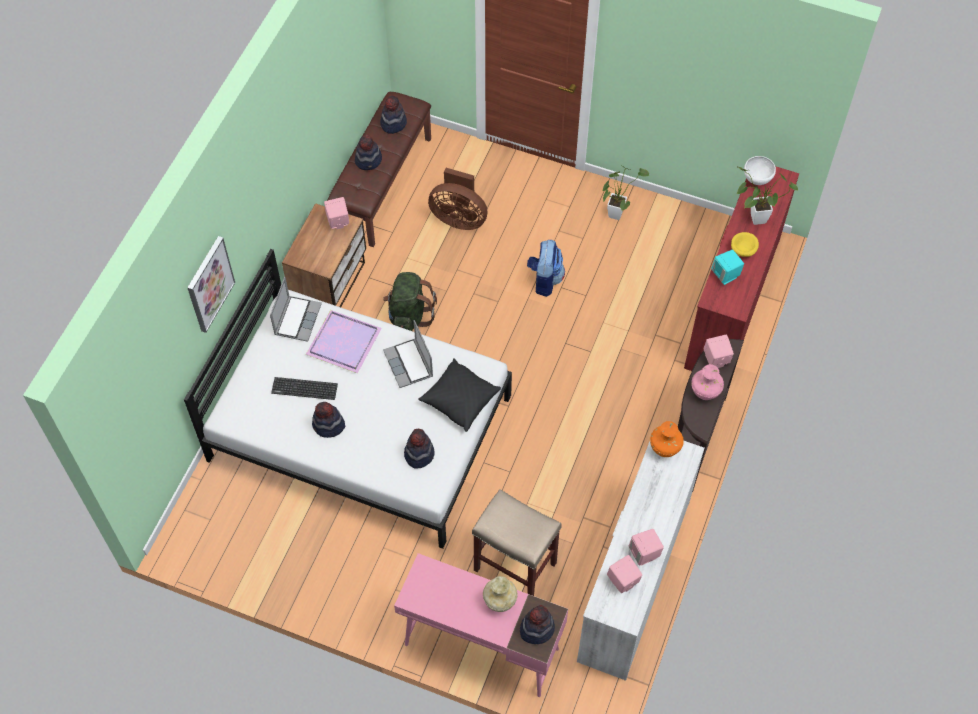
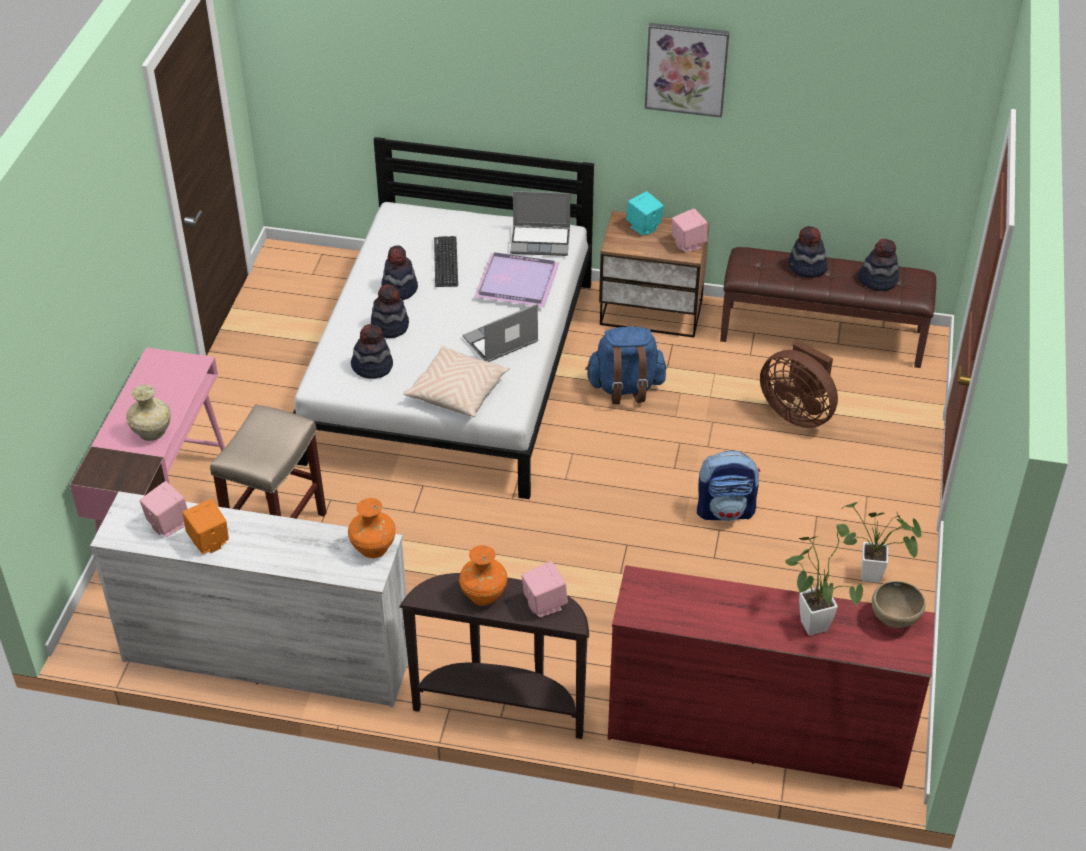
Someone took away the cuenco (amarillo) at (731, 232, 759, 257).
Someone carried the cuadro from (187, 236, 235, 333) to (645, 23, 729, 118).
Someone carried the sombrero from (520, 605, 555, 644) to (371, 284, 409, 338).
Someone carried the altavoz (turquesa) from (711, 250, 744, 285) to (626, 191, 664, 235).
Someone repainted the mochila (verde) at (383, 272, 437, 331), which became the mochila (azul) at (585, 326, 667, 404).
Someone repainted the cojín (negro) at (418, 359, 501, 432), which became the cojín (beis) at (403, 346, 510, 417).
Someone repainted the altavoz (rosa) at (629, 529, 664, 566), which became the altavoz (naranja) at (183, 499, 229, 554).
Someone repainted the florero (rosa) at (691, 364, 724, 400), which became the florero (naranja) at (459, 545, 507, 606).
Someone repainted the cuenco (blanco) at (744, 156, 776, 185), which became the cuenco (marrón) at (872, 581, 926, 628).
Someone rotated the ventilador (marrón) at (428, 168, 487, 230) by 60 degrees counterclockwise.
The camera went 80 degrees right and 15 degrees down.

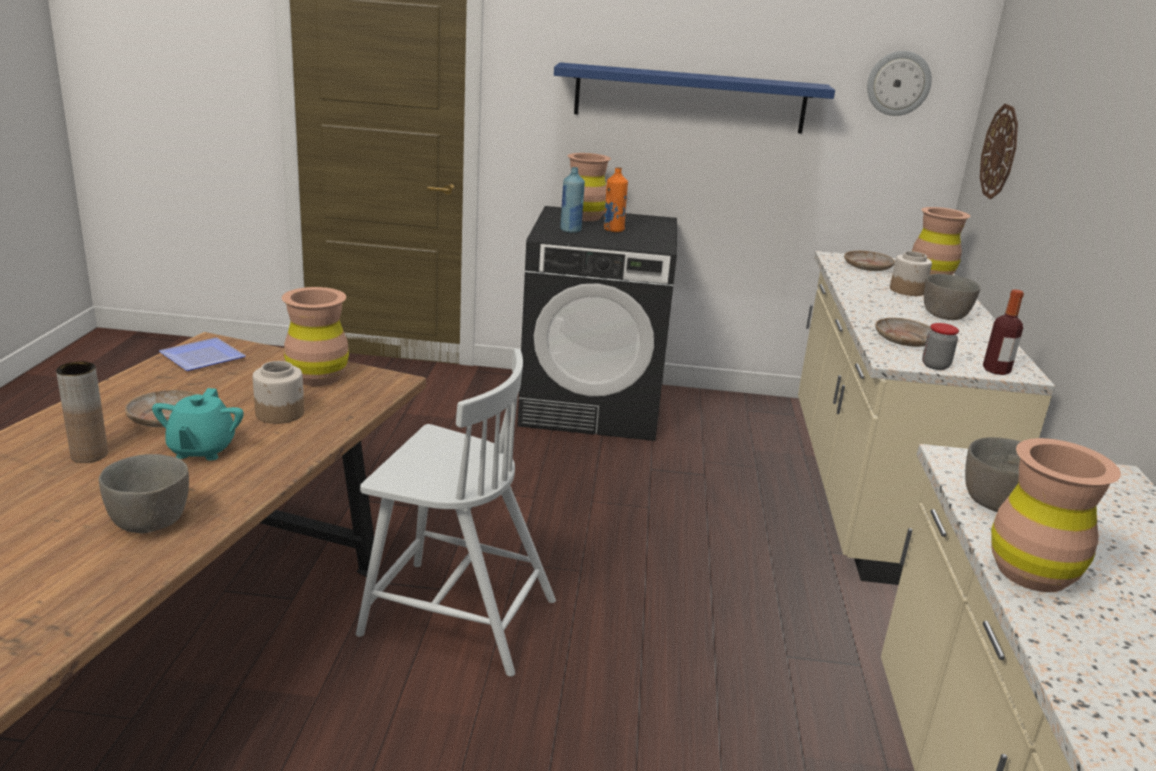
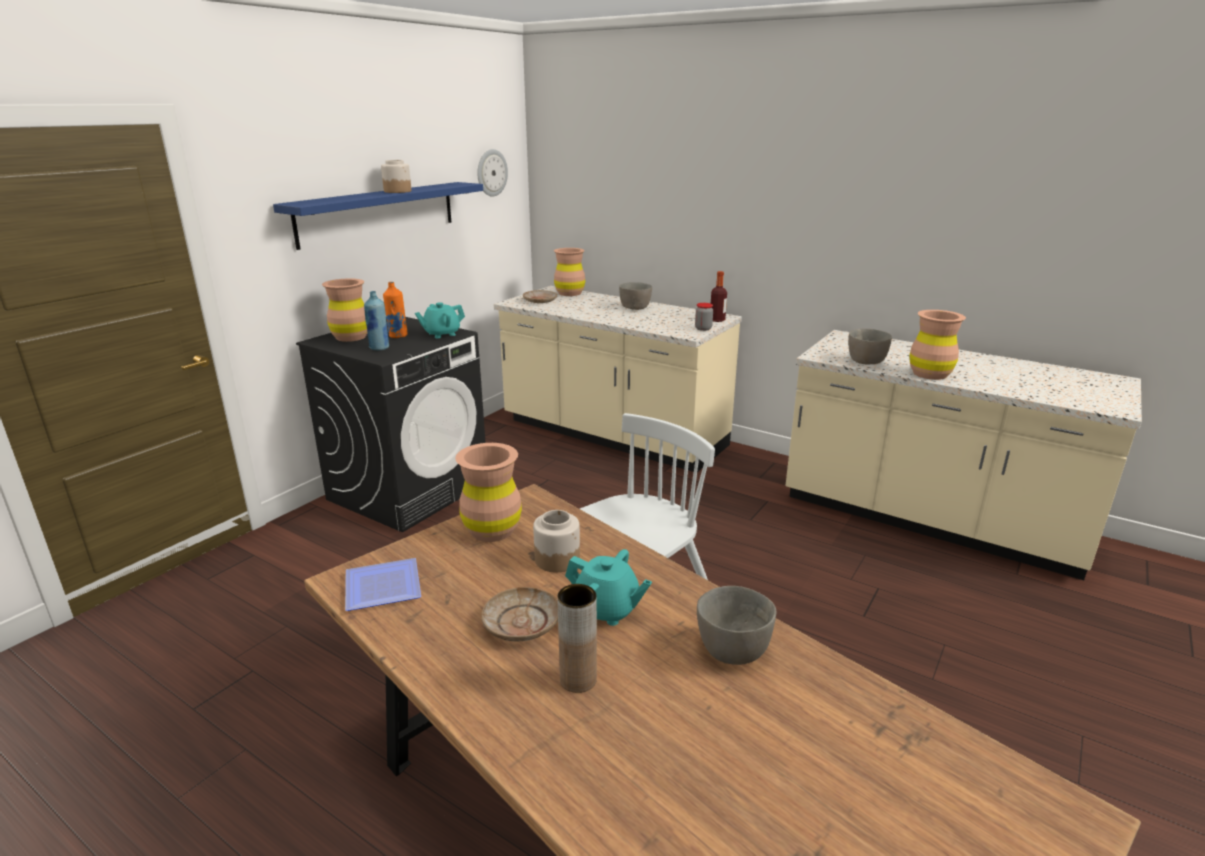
Someone took away the plato (beis) at (875, 318, 932, 347).
Someone took away the reloj de pared at (980, 104, 1018, 199).
Someone put down the tetera (turquesa) at (415, 302, 465, 338).
Someone carried the tarro from (890, 251, 932, 296) to (381, 160, 411, 193).
The camera went 60 degrees left and 0 degrees up.

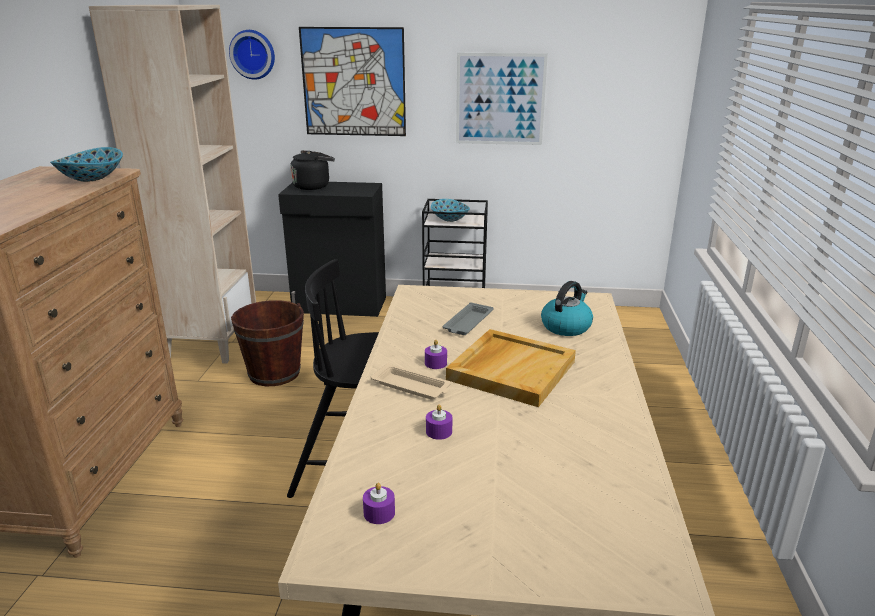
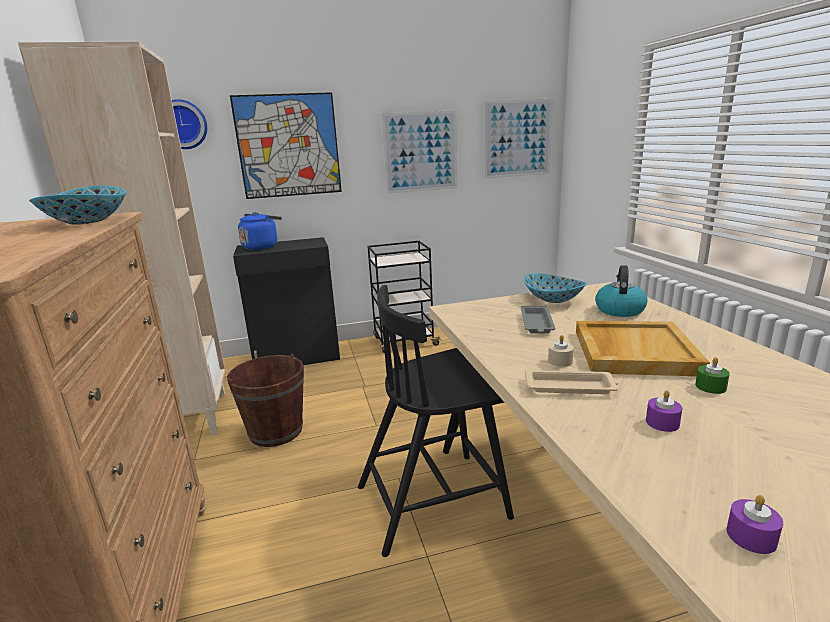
Someone put up the cuadro at (484, 99, 553, 179).
Someone put down the vela (verde) at (695, 357, 730, 394).
Someone carried the cuenco from (431, 199, 470, 222) to (523, 273, 587, 303).
Someone repainted the hervidor (negro) at (290, 150, 335, 190), which became the hervidor (azul) at (238, 212, 282, 250).
Someone repainted the vela (morado) at (425, 340, 447, 369), which became the vela (beis) at (548, 335, 574, 367).
The camera went 20 degrees left and 5 degrees down.

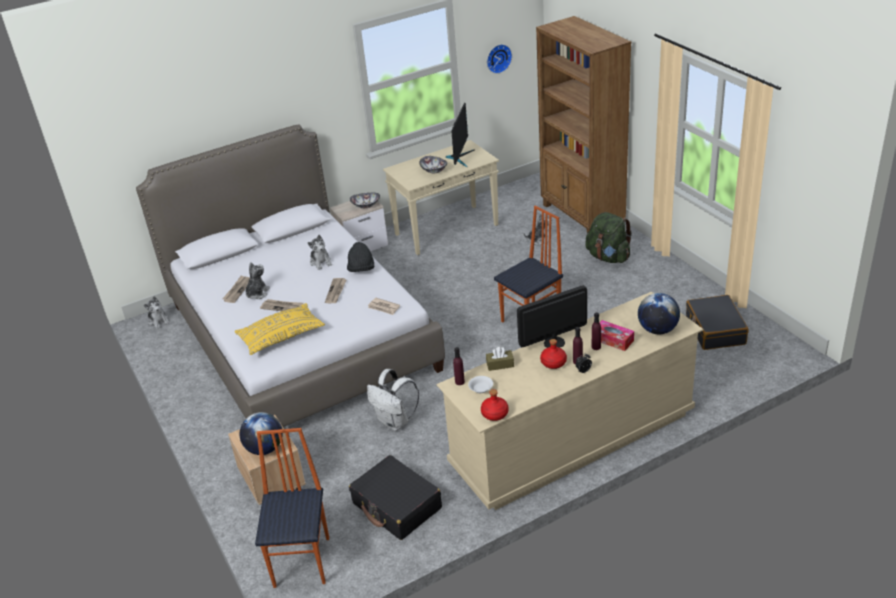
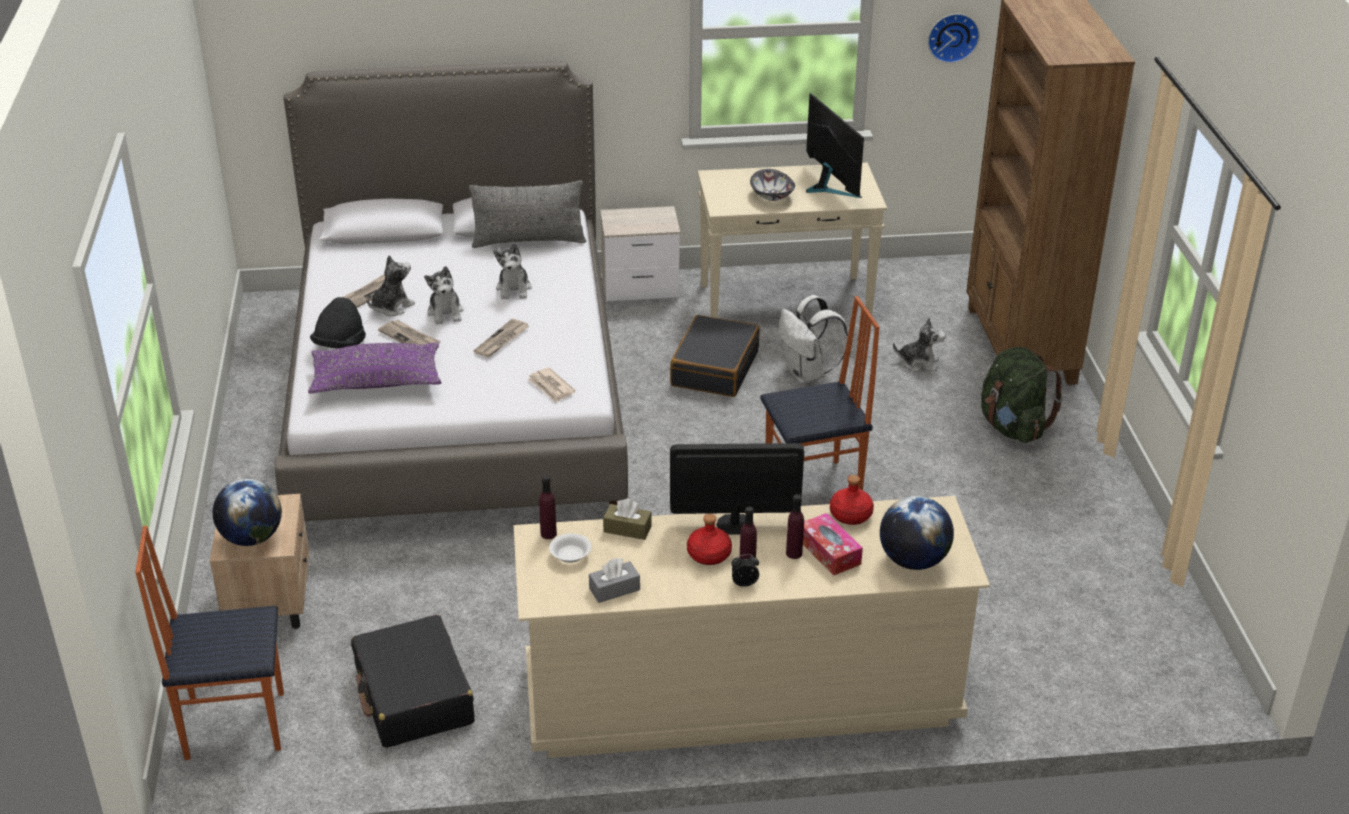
Someone took away the cuenco at (350, 193, 380, 208).
Someone put down the cojín (gris) at (469, 181, 586, 248).
Someone put down the caja de pañuelos (gris) at (589, 558, 640, 603).
Someone carried the peluche from (144, 296, 170, 329) to (424, 266, 463, 325).
Someone carried the sombrero (negro) from (347, 242, 374, 272) to (310, 297, 366, 349).
Someone carried the mochila (blanco) from (367, 369, 419, 431) to (779, 295, 848, 383).
Someone carried the botella (rojo) from (481, 389, 509, 421) to (830, 475, 874, 525).
Someone carried the maleta (negro) from (686, 295, 748, 350) to (670, 315, 760, 397).
Someone repainted the cojín (amarillo) at (235, 303, 325, 355), which became the cojín (morado) at (308, 342, 442, 394).
Someone rotated the silla at (255, 428, 329, 588) by 120 degrees counterclockwise.
Someone rotated the monitor at (446, 103, 475, 167) by 60 degrees counterclockwise.
The camera went 20 degrees right and 0 degrees up.

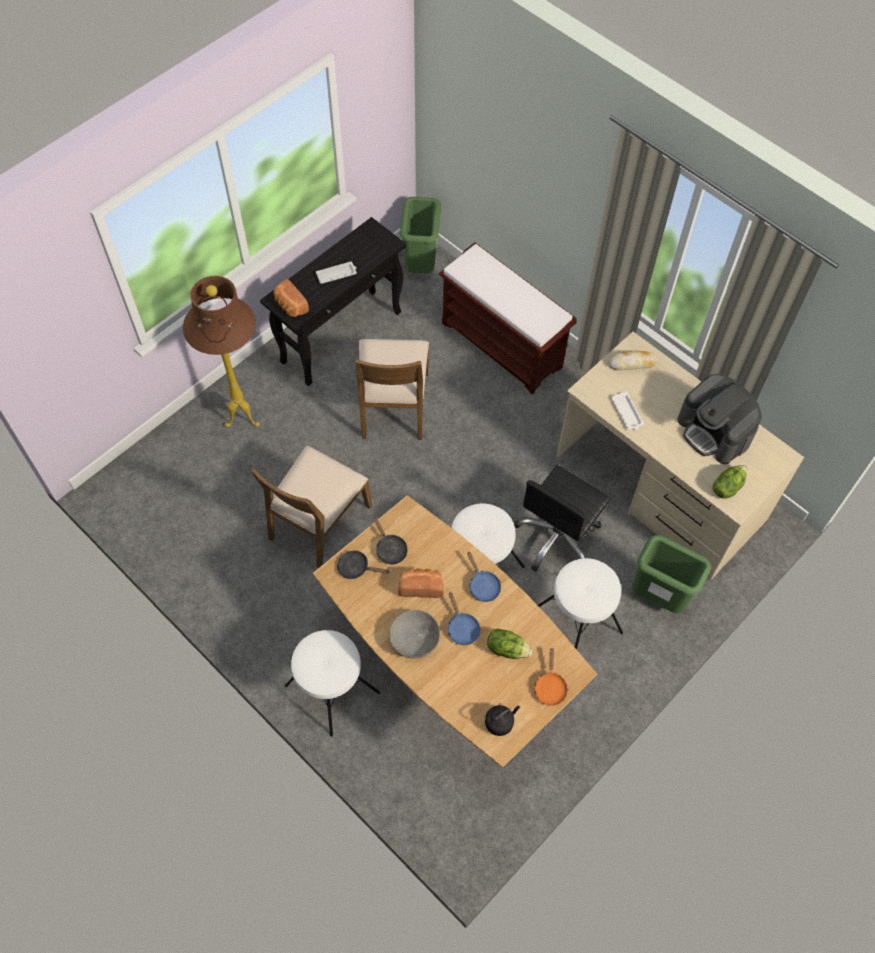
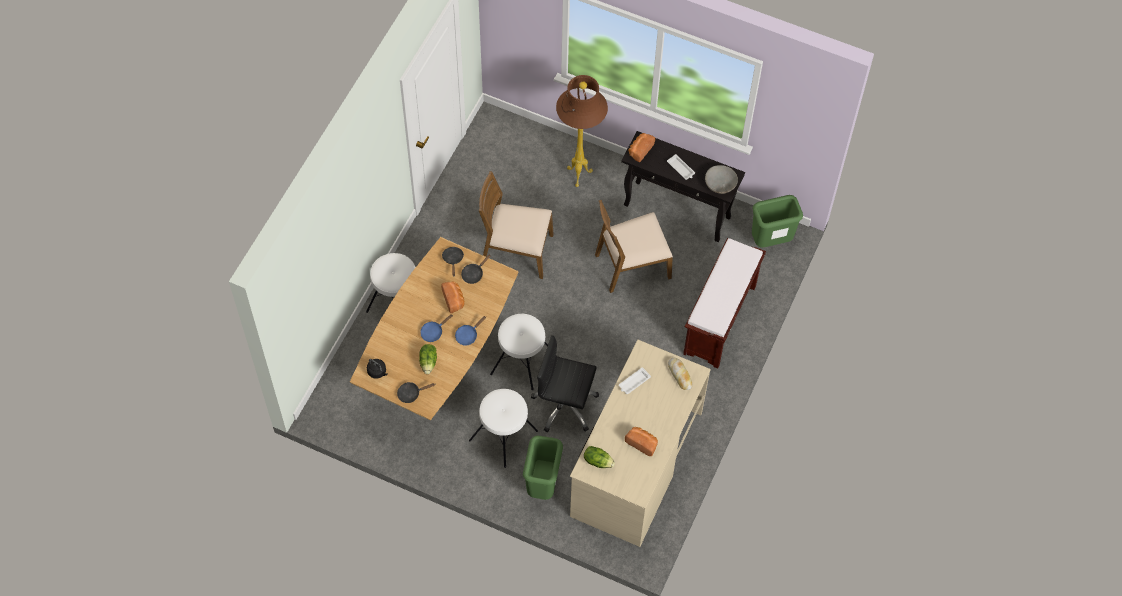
Someone carried the cuenco (gris) from (389, 610, 440, 658) to (705, 165, 738, 194).
Someone swapped the cafetera at (677, 374, 762, 464) for the pan at (625, 427, 658, 456).
Someone repainted the sartén (naranja) at (534, 647, 568, 706), which became the sartén (negro) at (397, 382, 435, 403).
The camera went 70 degrees right and 0 degrees up.

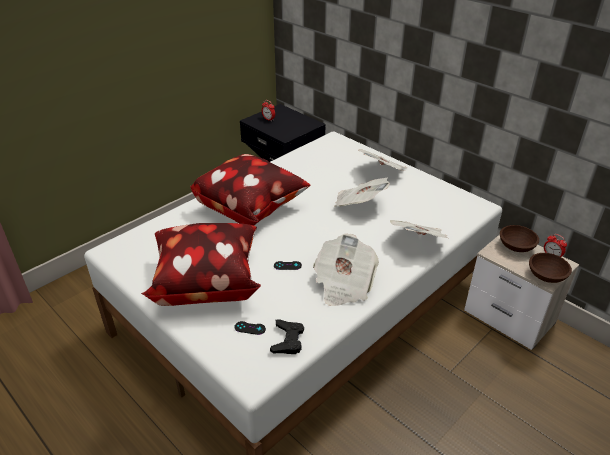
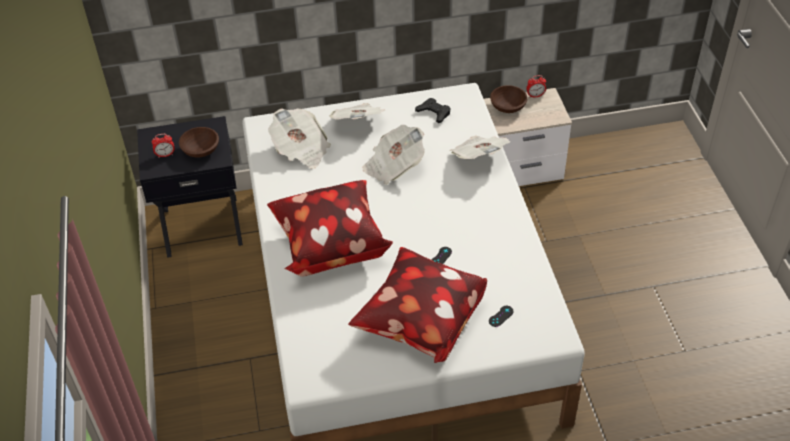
Someone carried the mando de consola (negro) from (270, 319, 304, 354) to (415, 98, 450, 123).
Someone carried the periódico from (313, 234, 379, 306) to (268, 108, 331, 169).
Someone carried the cuenco (marrón) from (529, 253, 572, 283) to (179, 127, 219, 158).
The camera went 55 degrees left and 10 degrees up.

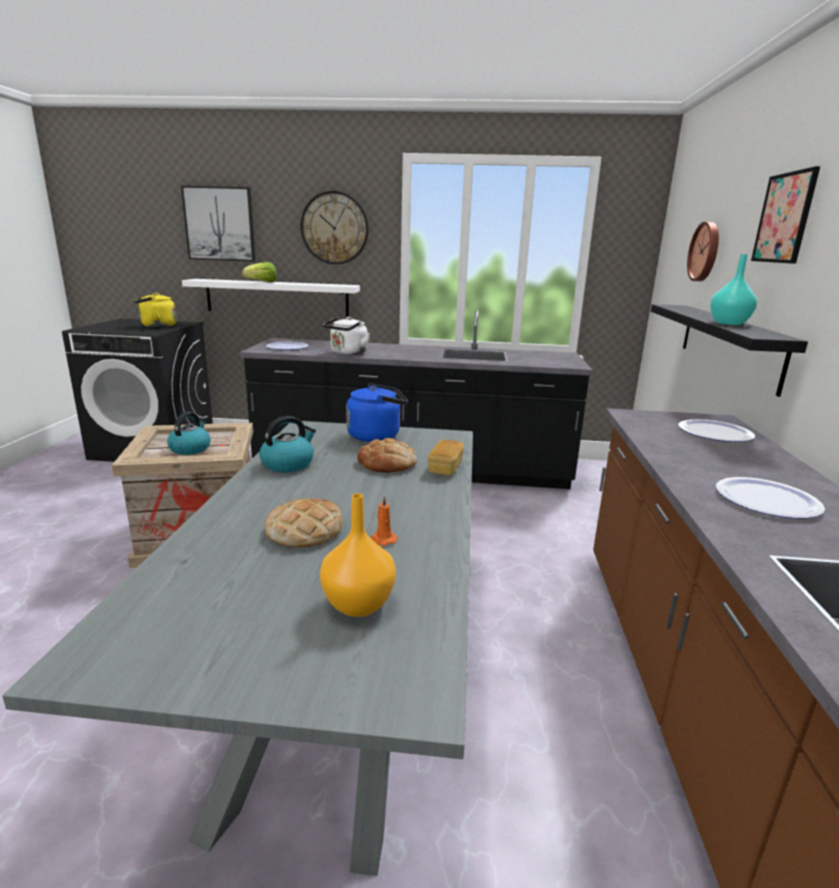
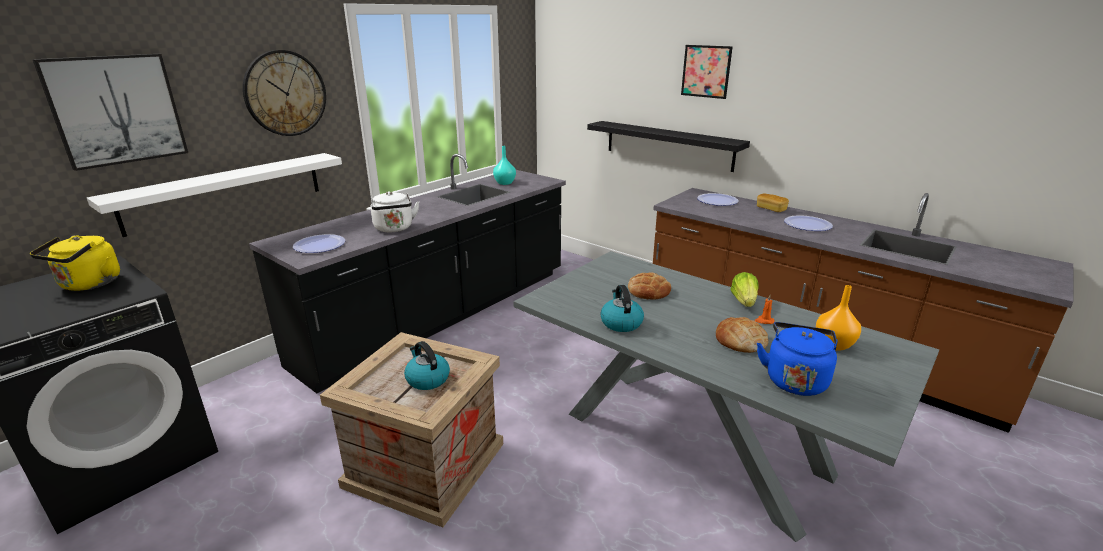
Someone took away the reloj de pared at (687, 222, 719, 281).
Someone carried the lechuga from (242, 262, 277, 282) to (730, 272, 759, 307).
Someone carried the hervidor (azul) from (346, 383, 408, 442) to (757, 322, 837, 396).
Someone carried the pan from (428, 440, 464, 475) to (757, 193, 789, 212).
Someone carried the florero (turquesa) from (710, 254, 757, 325) to (493, 146, 516, 185).
The camera went 55 degrees left and 5 degrees up.

